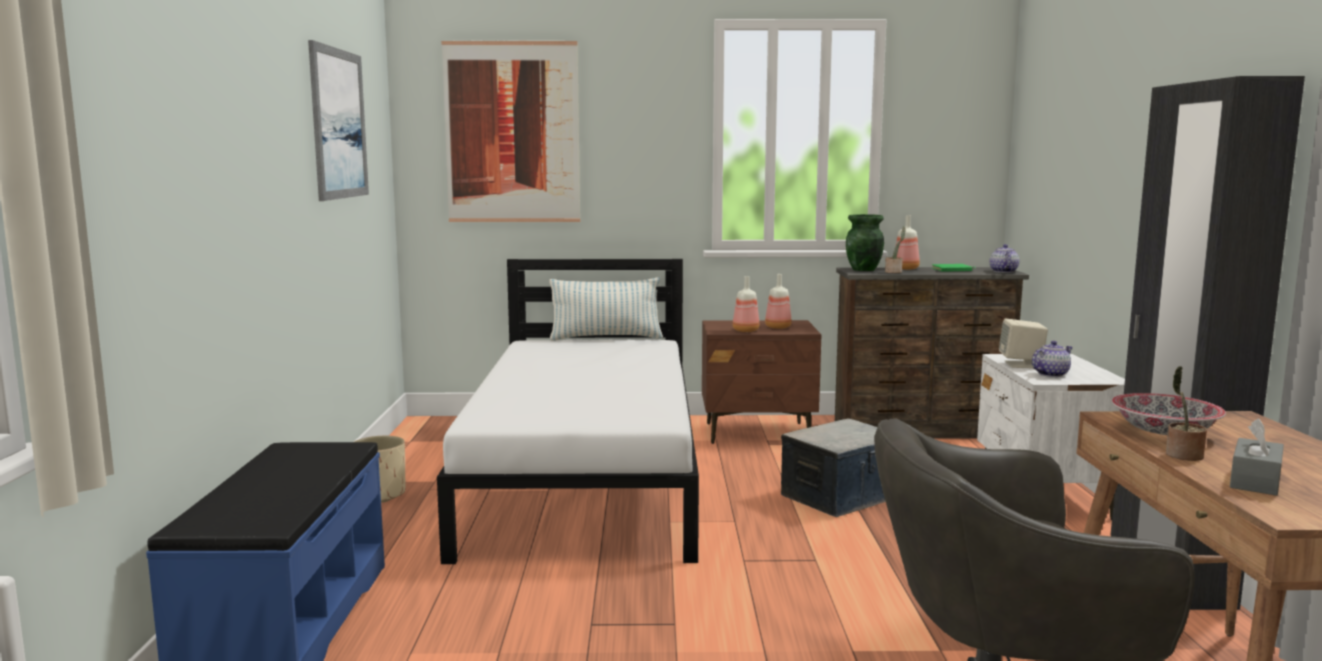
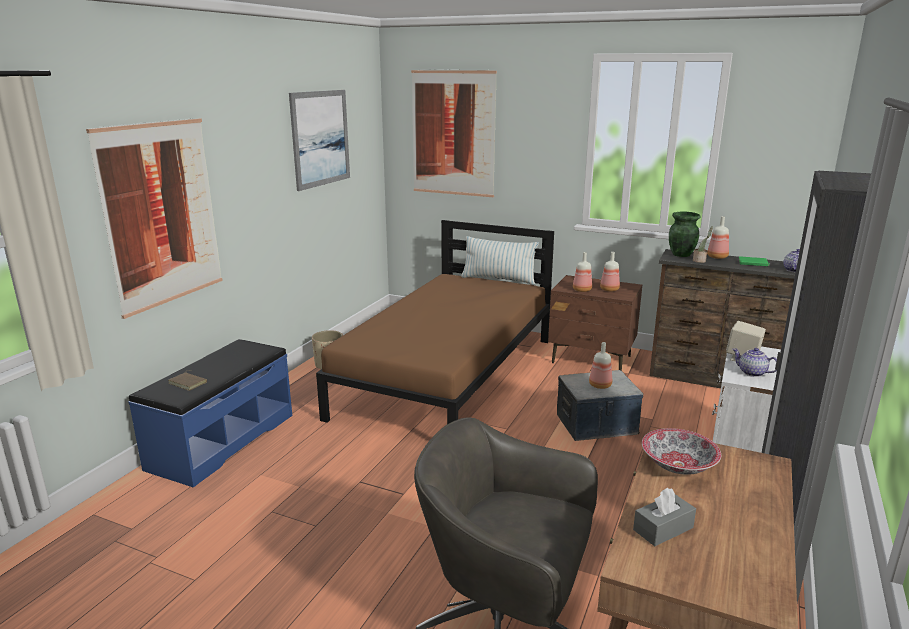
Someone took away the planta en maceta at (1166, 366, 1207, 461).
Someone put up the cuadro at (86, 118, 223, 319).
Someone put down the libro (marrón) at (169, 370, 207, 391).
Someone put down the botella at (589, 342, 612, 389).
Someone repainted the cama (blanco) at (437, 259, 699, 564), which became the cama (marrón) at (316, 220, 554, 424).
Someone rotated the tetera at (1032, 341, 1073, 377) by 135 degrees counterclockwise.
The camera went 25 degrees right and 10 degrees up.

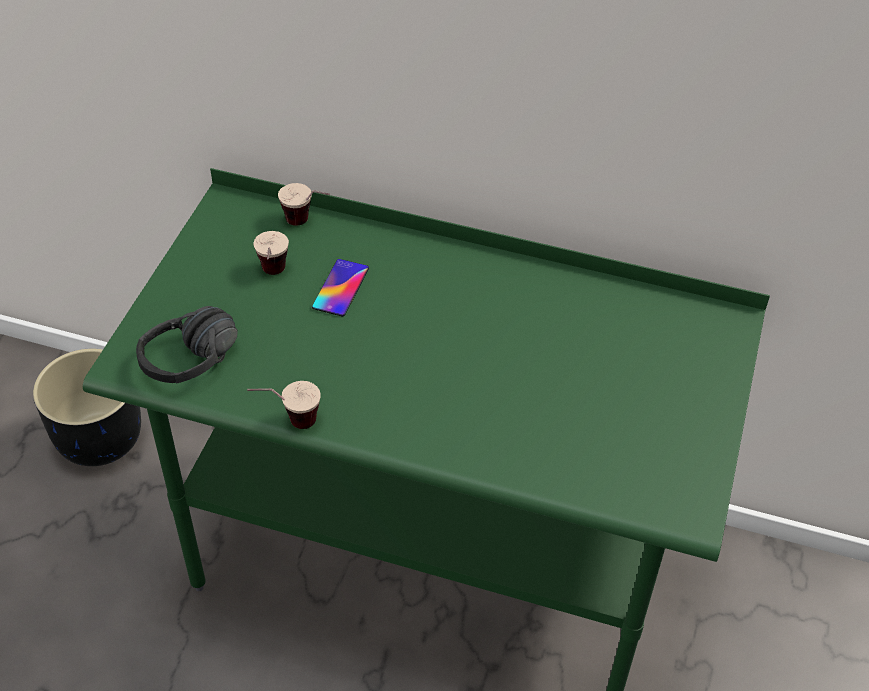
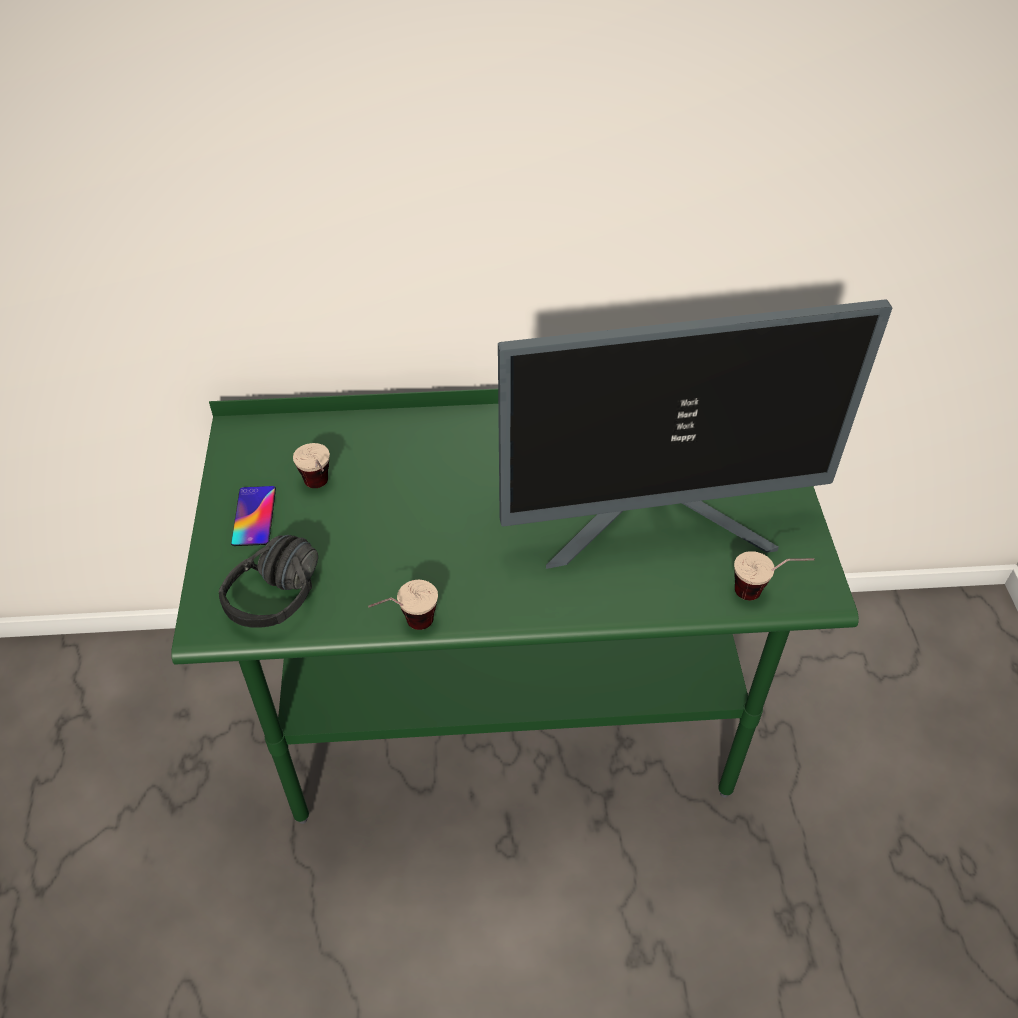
Someone took away the maceta (negro) at (33, 349, 141, 466).
Someone put down the monitor at (498, 300, 893, 569).
Someone carried the taza from (278, 183, 330, 226) to (734, 551, 814, 600).
Someone carried the móvil from (312, 259, 369, 316) to (231, 486, 276, 546).
The camera went 20 degrees left and 0 degrees up.

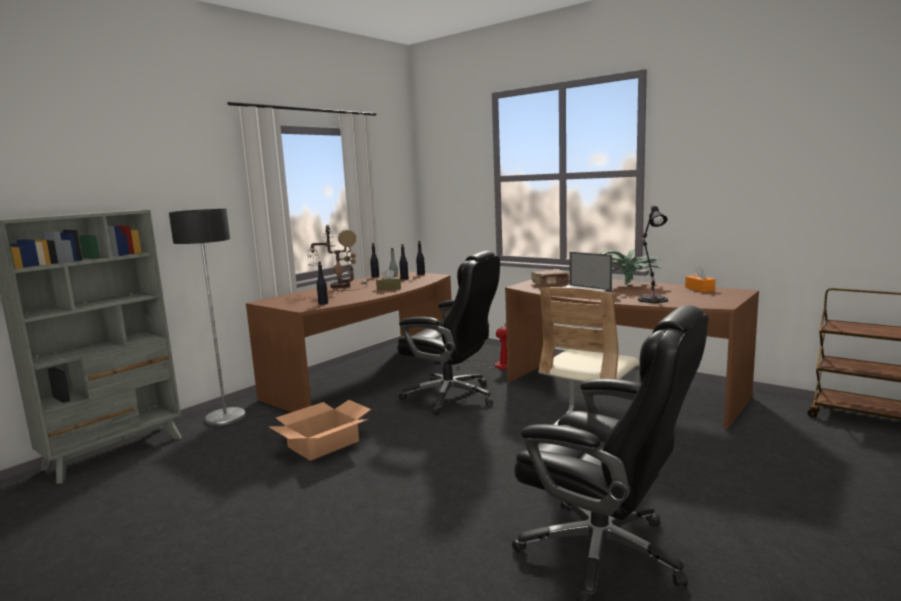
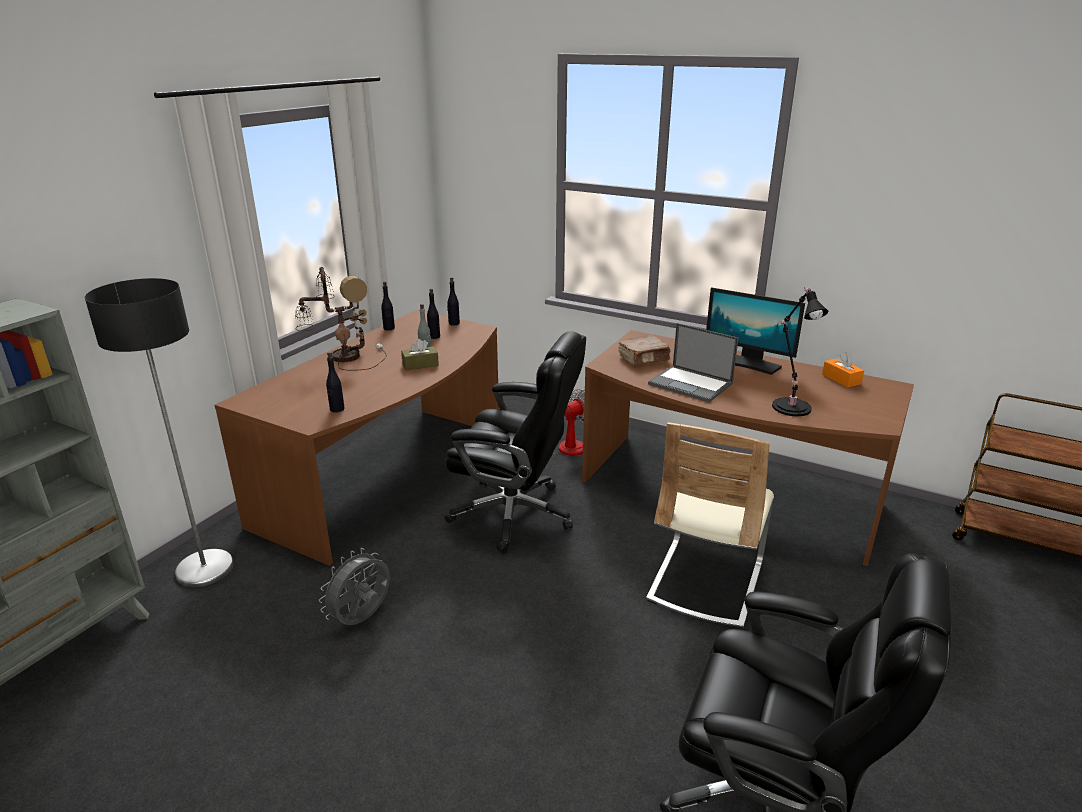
Someone swapped the caja de cartón at (268, 400, 371, 461) for the ventilador (gris) at (319, 548, 390, 625).
Someone swapped the planta en maceta at (599, 249, 662, 285) for the monitor at (706, 287, 805, 375).
The camera went 10 degrees left and 15 degrees up.

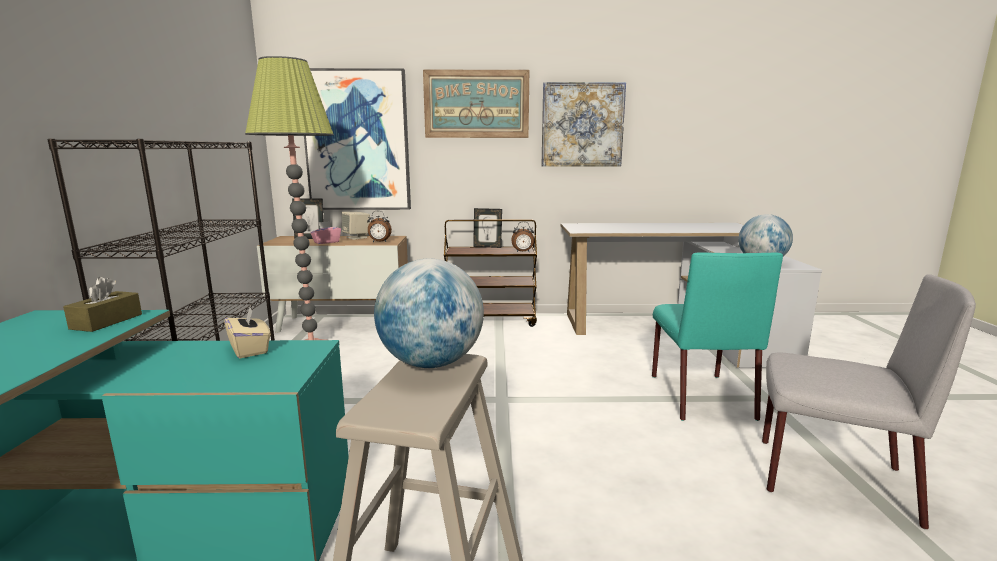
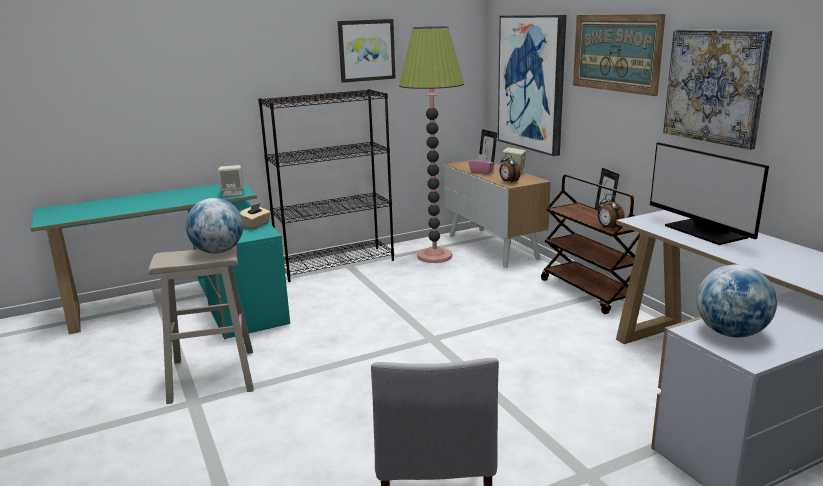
Someone took away the silla (turquesa) at (652, 253, 783, 421).
Someone put up the cuadro at (338, 19, 395, 83).
Someone put down the monitor at (650, 142, 769, 245).
Someone swapped the caja de pañuelos (marrón) at (63, 277, 142, 332) for the altavoz (beis) at (217, 165, 243, 196).
The camera went 65 degrees right and 5 degrees up.

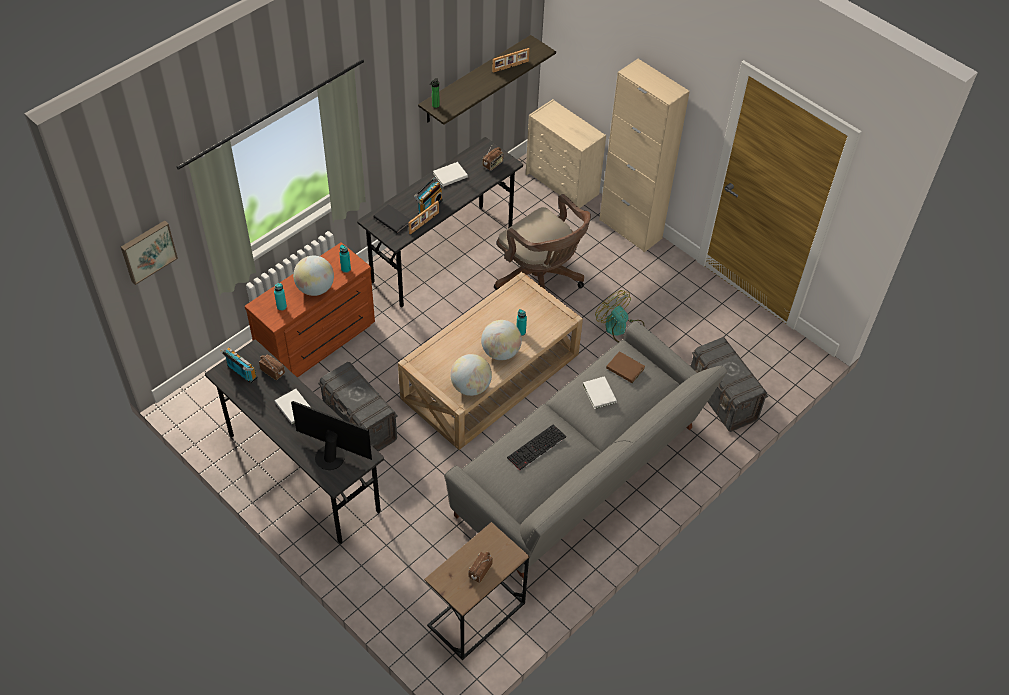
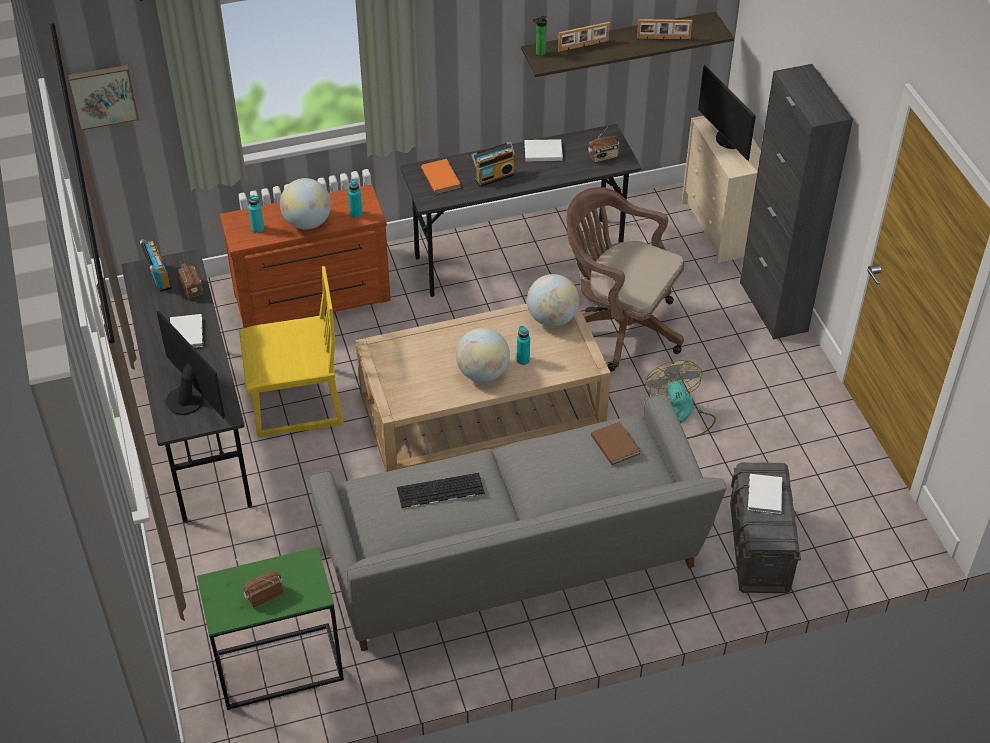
Someone put down the monitor at (698, 65, 756, 160).
Someone carried the portarretratos from (408, 201, 439, 234) to (558, 22, 610, 52).
Someone carried the globo terráqueo from (450, 354, 492, 396) to (527, 274, 579, 327).
Someone carried the libro (blanco) from (583, 376, 617, 409) to (748, 474, 782, 514).
Someone swapped the caja de almacenaje (gris) at (318, 362, 398, 452) for the silla (amarillo) at (239, 266, 343, 437).
Someone repainted the libro (negro) at (374, 204, 411, 234), which became the libro (naranja) at (421, 159, 461, 194).
Someone repainted the mesa auxiliar (marrón) at (424, 522, 530, 660), which became the mesa auxiliar (verde) at (197, 547, 344, 710).
Someone repainted the armario (beis) at (599, 59, 690, 252), which became the armario (negro) at (740, 64, 853, 339).
Someone rotated the silla de oficina (marrón) at (494, 194, 591, 290) by 135 degrees clockwise.
The camera went 30 degrees right and 5 degrees down.

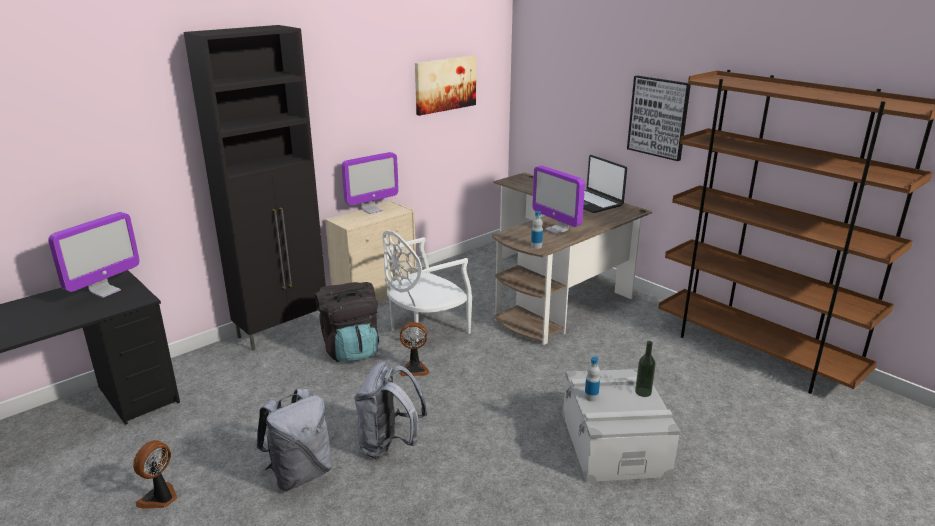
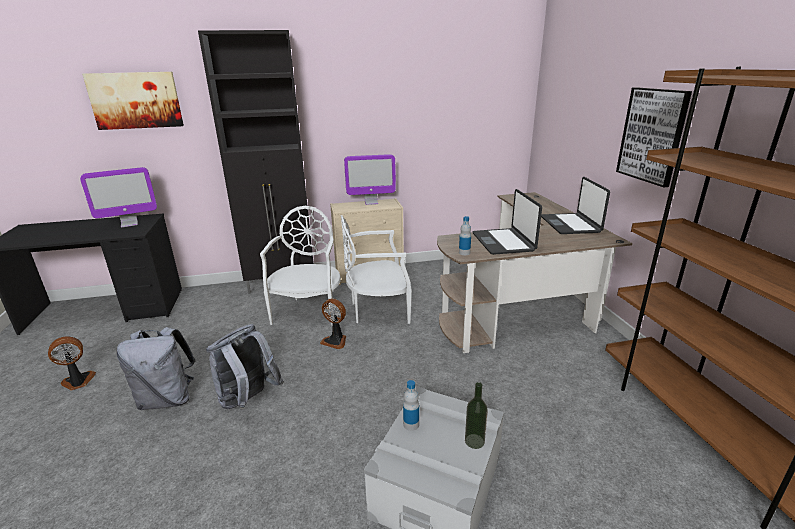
Someone carried the cuadro from (415, 55, 476, 116) to (82, 72, 184, 130).
Someone swapped the mochila (negro) at (315, 282, 379, 362) for the silla (blanco) at (260, 206, 341, 325).
Someone swapped the monitor at (532, 166, 585, 234) for the portátil at (473, 189, 542, 255).
The camera went 30 degrees right and 0 degrees up.

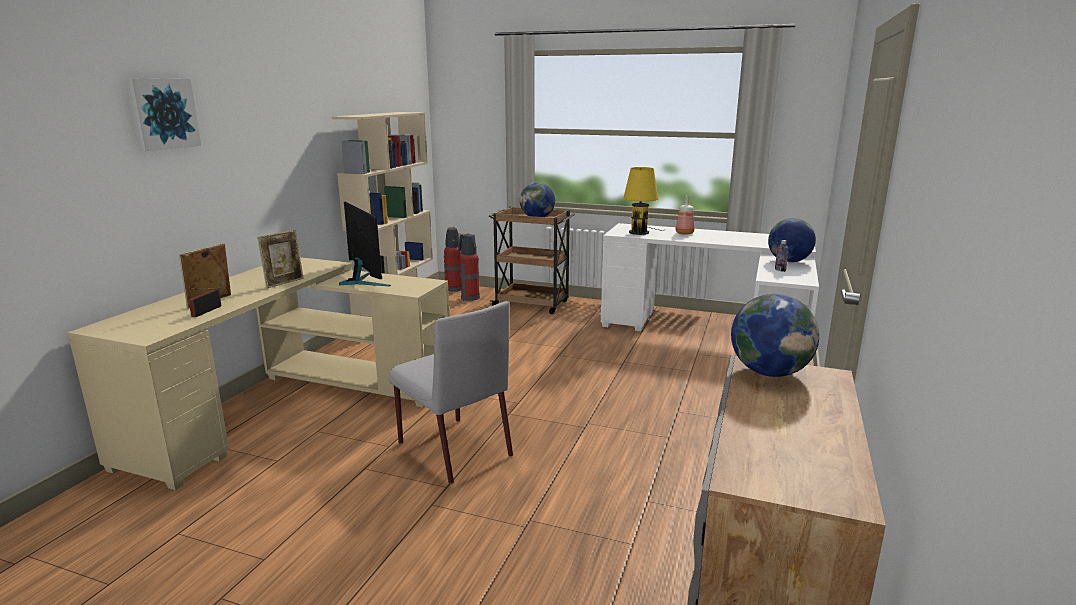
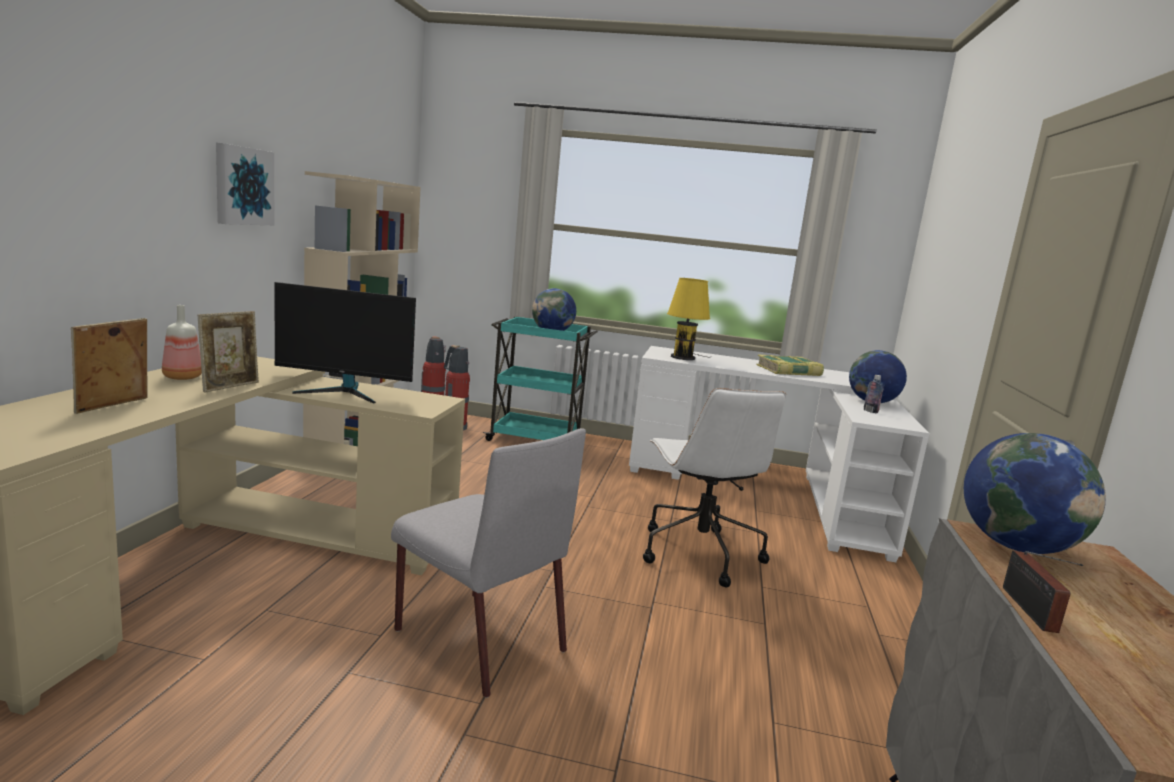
Someone put down the silla de oficina (blanco) at (643, 388, 786, 588).
Someone put down the libro at (756, 355, 824, 376).
Someone carried the cuadro from (125, 78, 201, 151) to (216, 142, 274, 225).
Someone carried the radio from (188, 288, 221, 317) to (1003, 551, 1083, 633).
Someone carried the botella from (675, 195, 694, 235) to (162, 305, 202, 380).
Someone repainted the carrito (marrón) at (489, 207, 575, 314), which became the carrito (turquesa) at (483, 316, 598, 441).
Someone rotated the monitor at (339, 201, 391, 286) by 135 degrees clockwise.
The camera went 10 degrees left and 5 degrees down.

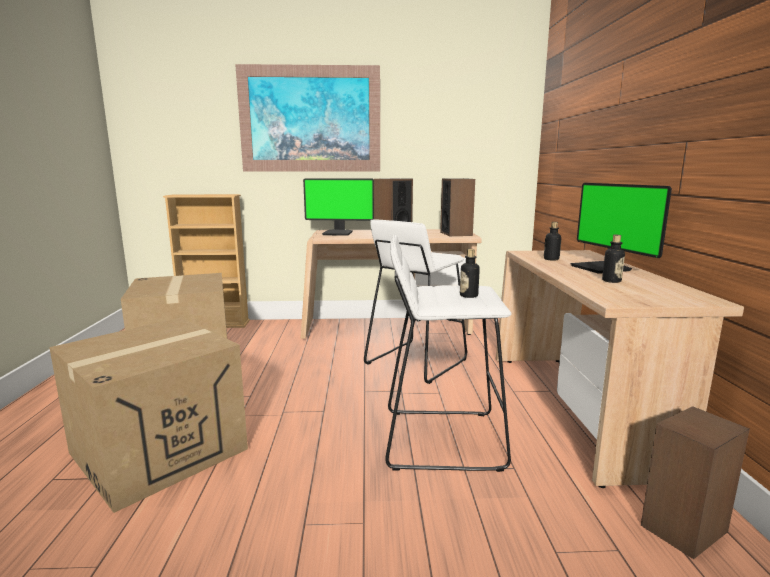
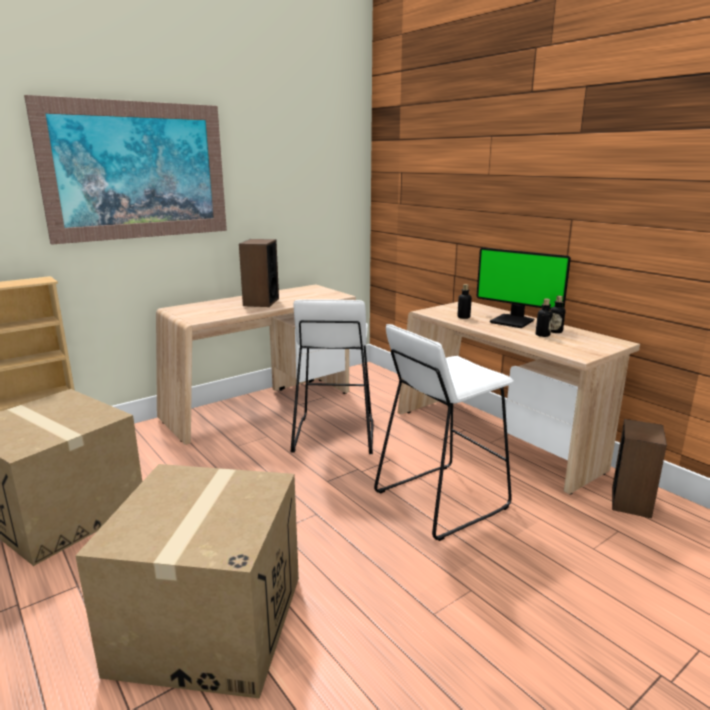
Someone took away the monitor at (303, 178, 374, 236).
Someone took away the altavoz at (440, 178, 475, 236).
Someone carried the botella from (460, 249, 480, 298) to (551, 296, 565, 333).
The camera went 35 degrees left and 5 degrees up.

